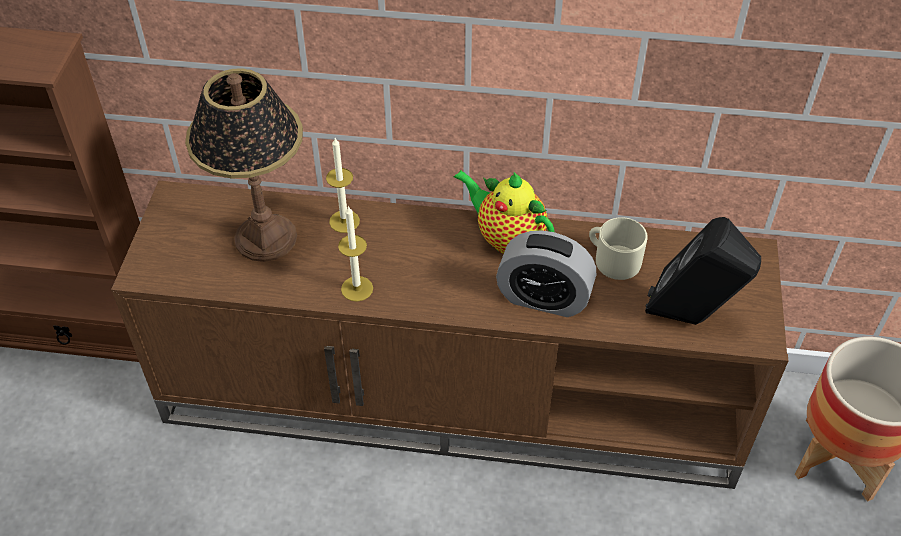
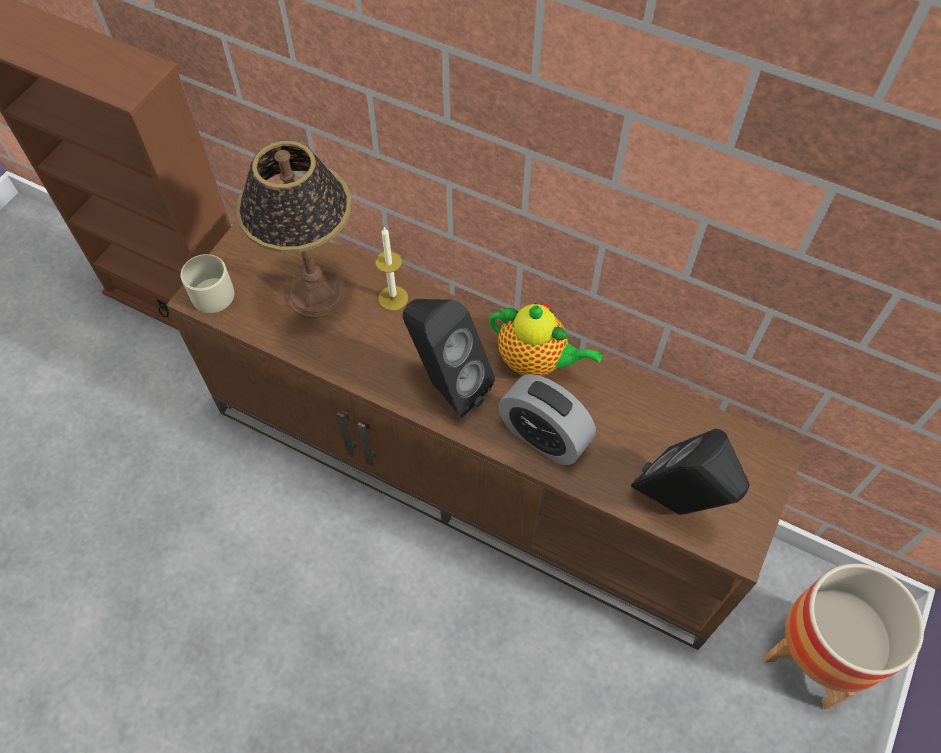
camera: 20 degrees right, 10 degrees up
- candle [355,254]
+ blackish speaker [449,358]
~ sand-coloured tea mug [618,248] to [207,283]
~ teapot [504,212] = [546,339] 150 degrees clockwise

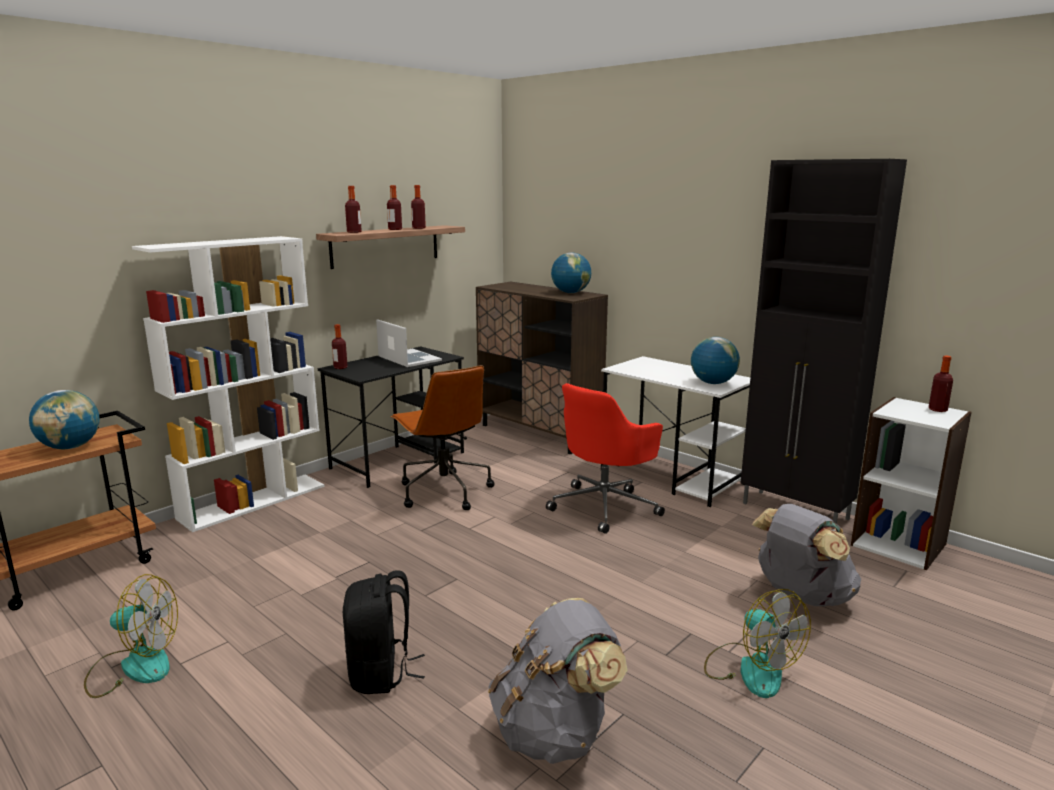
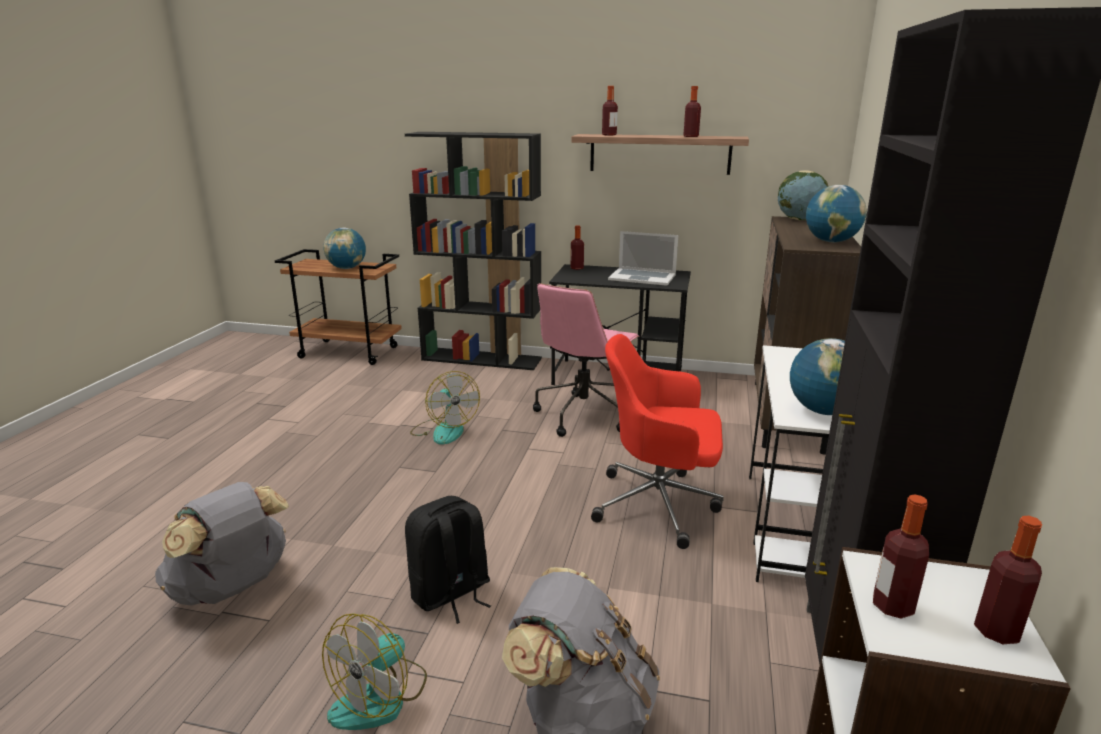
camera: 60 degrees right, 5 degrees up
+ world globe [803,195]
~ cooling fan [131,636] to [445,408]
~ blackish rucksack [384,632] to [448,560]
~ bottle [394,207] to [901,556]
~ whitish bookshelf [228,384] to blackish bookshelf [473,251]
~ brown computer chair [442,437] to pink computer chair [586,360]
~ laptop [409,343] = [643,258] 90 degrees clockwise

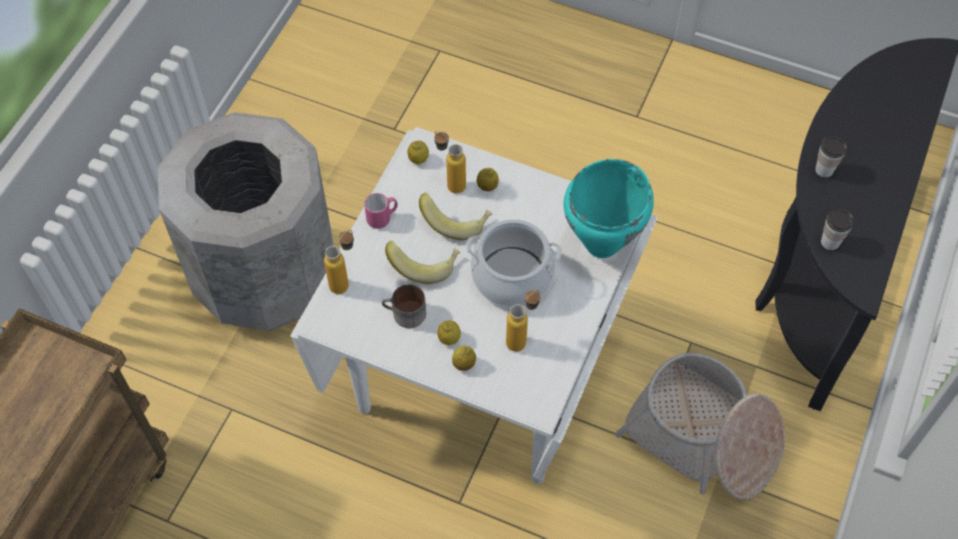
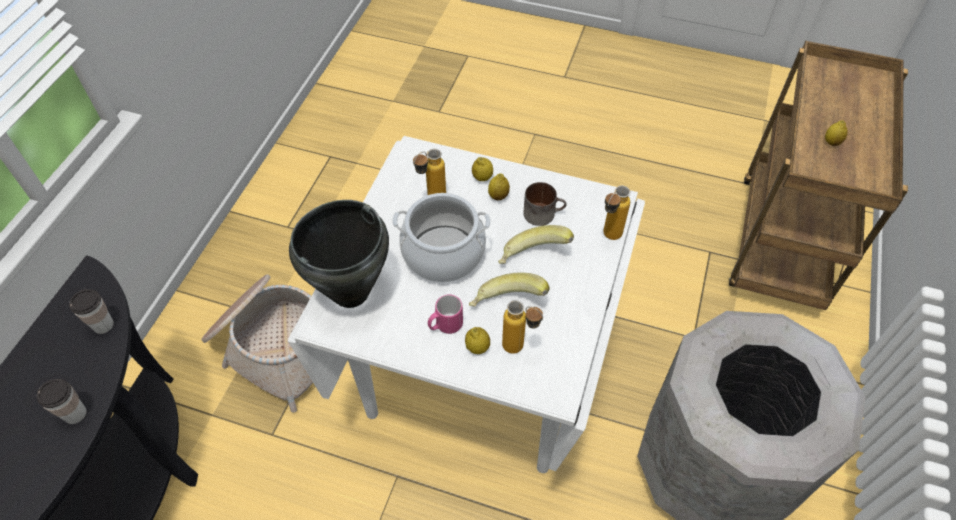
camera: 175 degrees right, 5 degrees down
~ pink tea mug [381,211] to [445,314]
~ citrus fruit [418,152] to [836,133]
~ turquoise stockpot [609,208] to blackish stockpot [339,254]

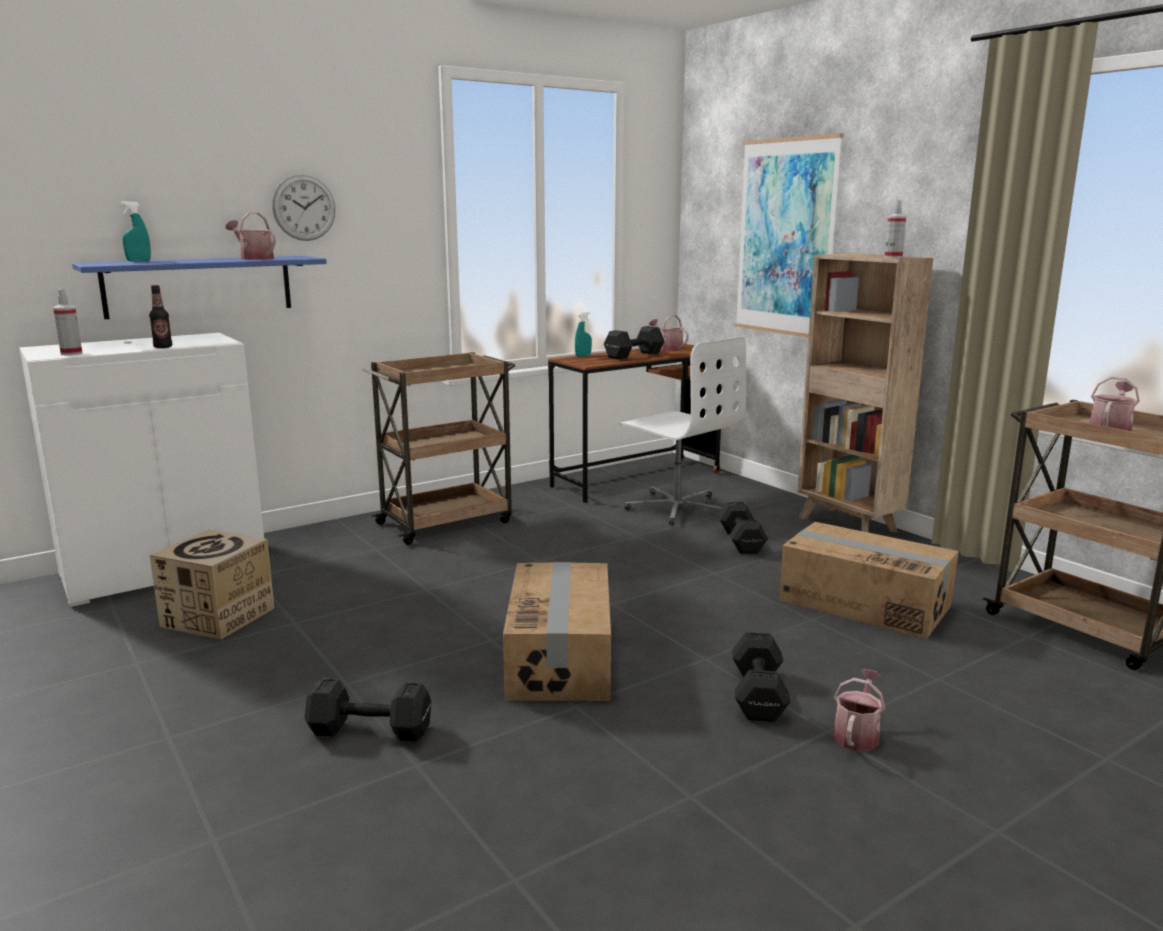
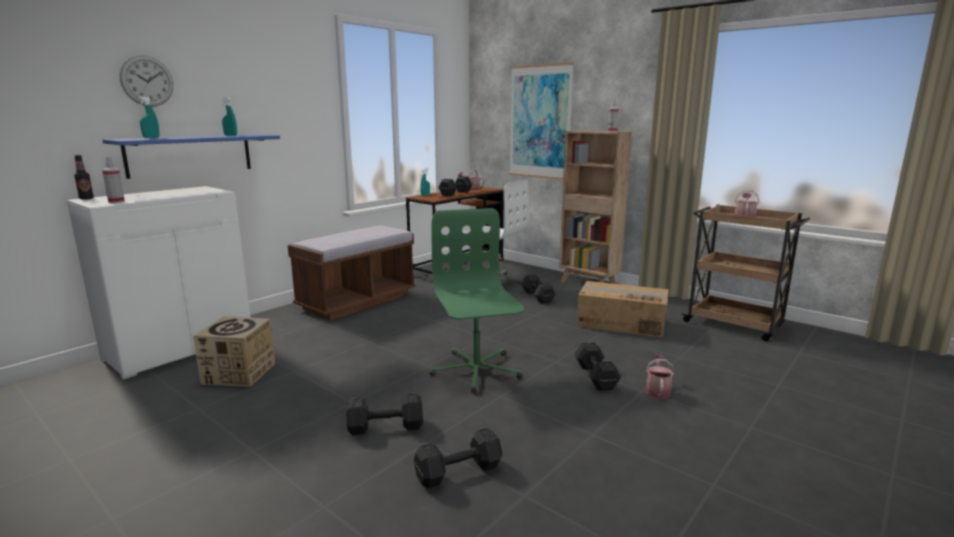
camera: 15 degrees left, 0 degrees up
+ blackish free weight [458,458]
~ bottle [160,316] to [84,177]
~ wall clock [304,208] to [146,81]
~ watering pot [251,236] to turquoise spray bottle [229,117]
~ brown trolley [439,448] to brown bench [352,273]
~ carton [557,631] to green computer chair [476,300]

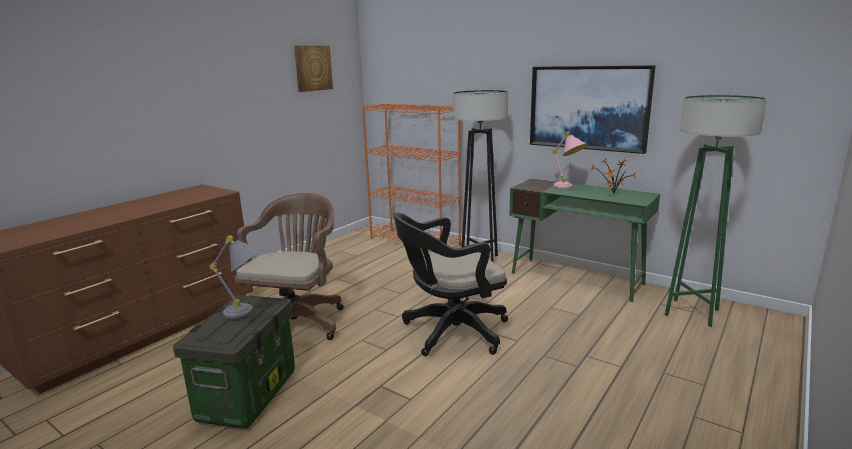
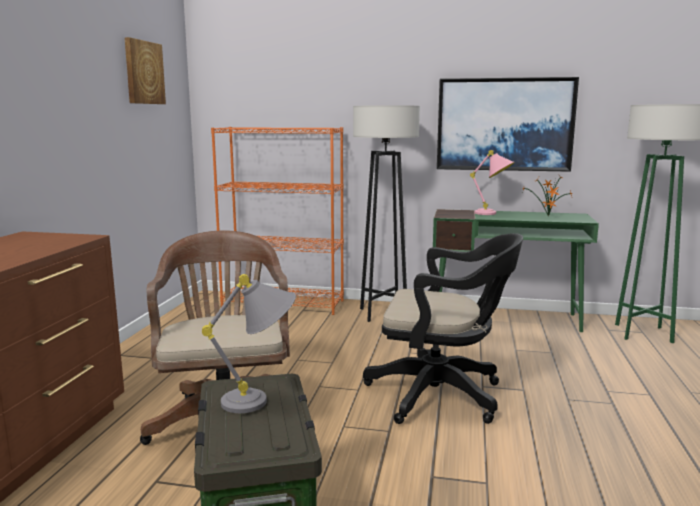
camera: 25 degrees left, 5 degrees down
~ blackish computer chair [450,284] = [443,328] 120 degrees counterclockwise

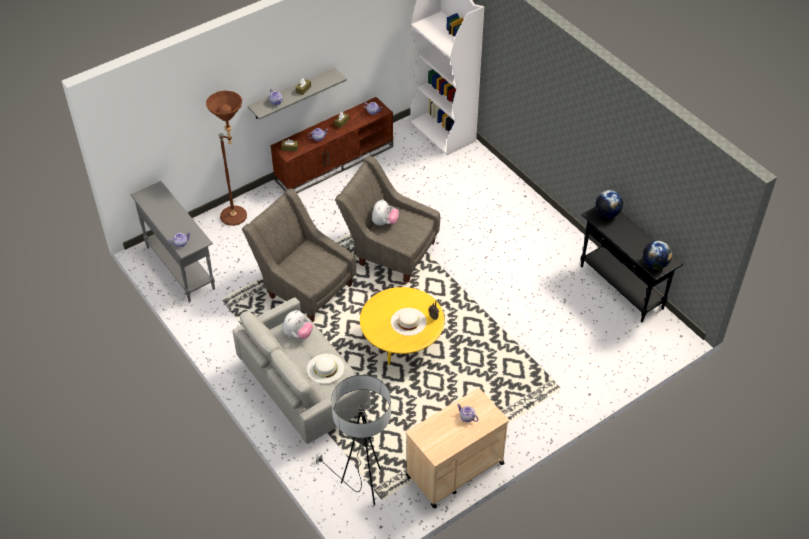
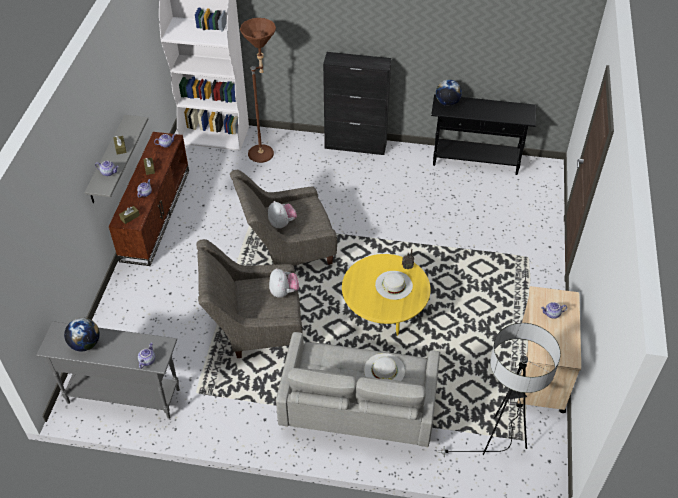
camera: 45 degrees left, 0 degrees up
+ blackish cabinet [357,103]
~ brown standing lamp [226,158] to [258,90]
~ cuddly toy [297,324] to [284,283]
~ world globe [657,255] to [82,334]

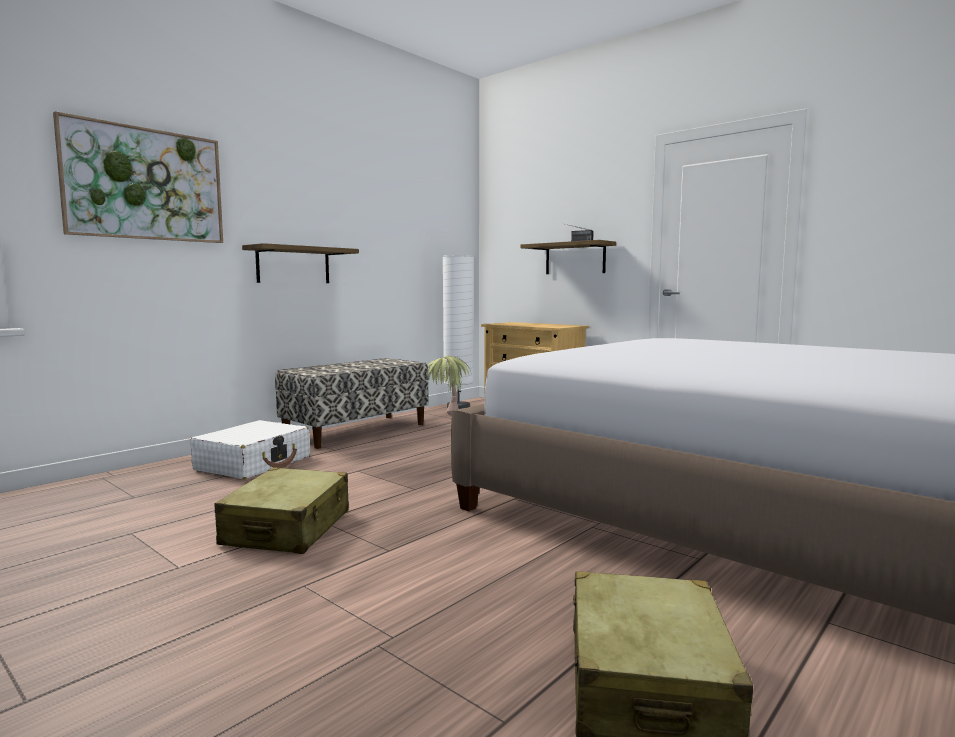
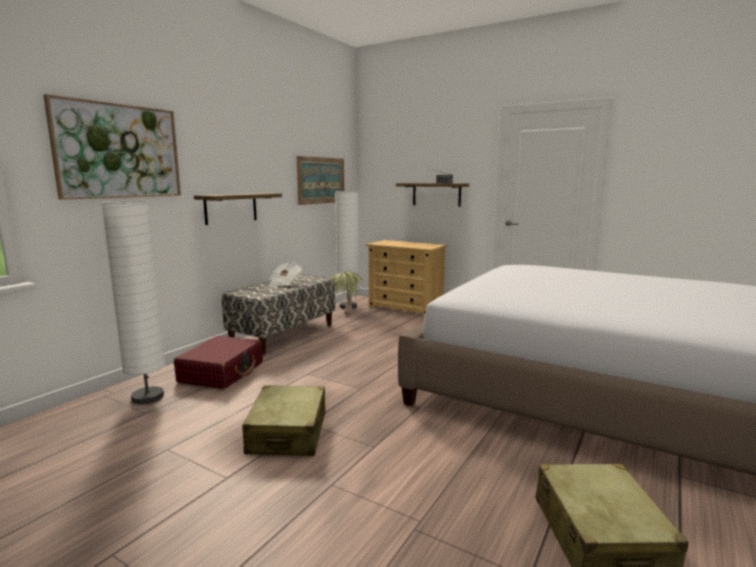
camera: 10 degrees left, 5 degrees up
+ whitish standing lamp [133,302]
+ printed paper [285,274]
+ picture [320,180]
~ whitish piece of luggage [250,449] to red piece of luggage [218,362]

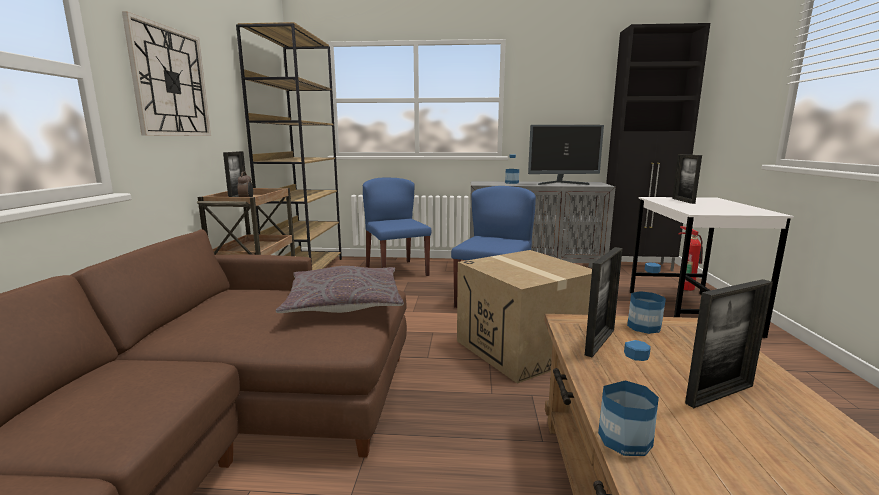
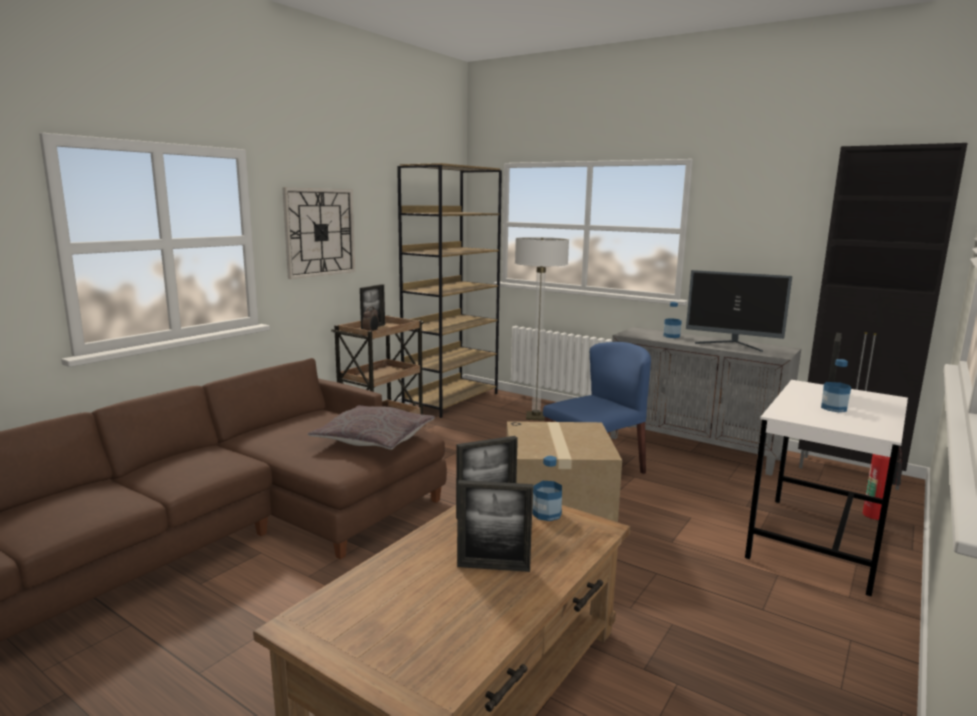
camera: 30 degrees right, 0 degrees up
~ bottle [628,398] to [836,385]
~ bluish plain chair [397,227] to standing lamp [542,329]

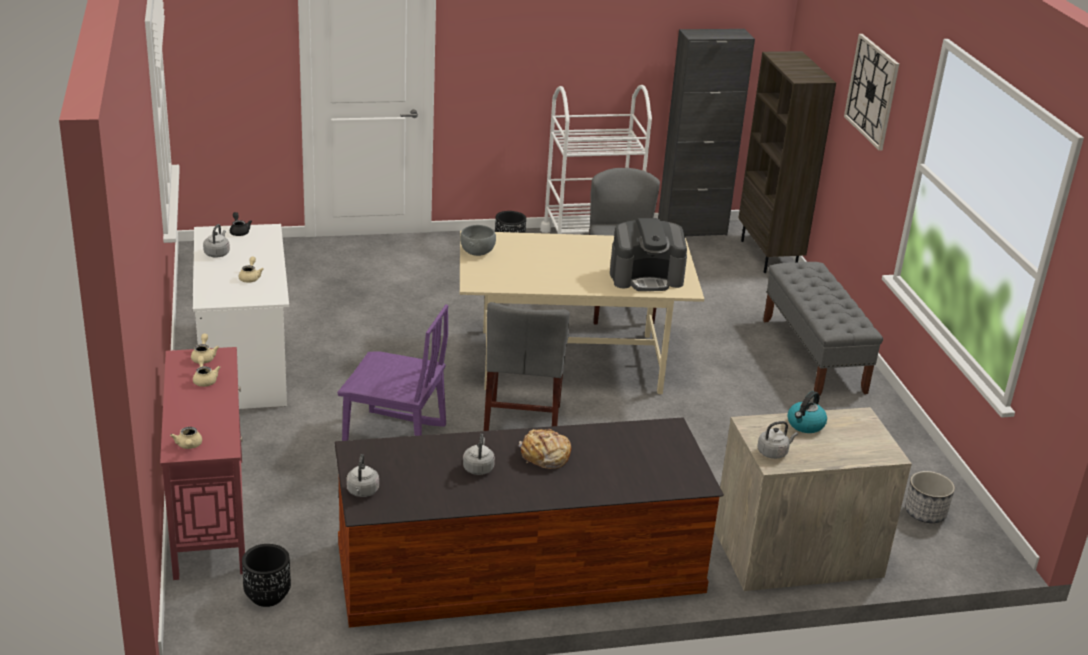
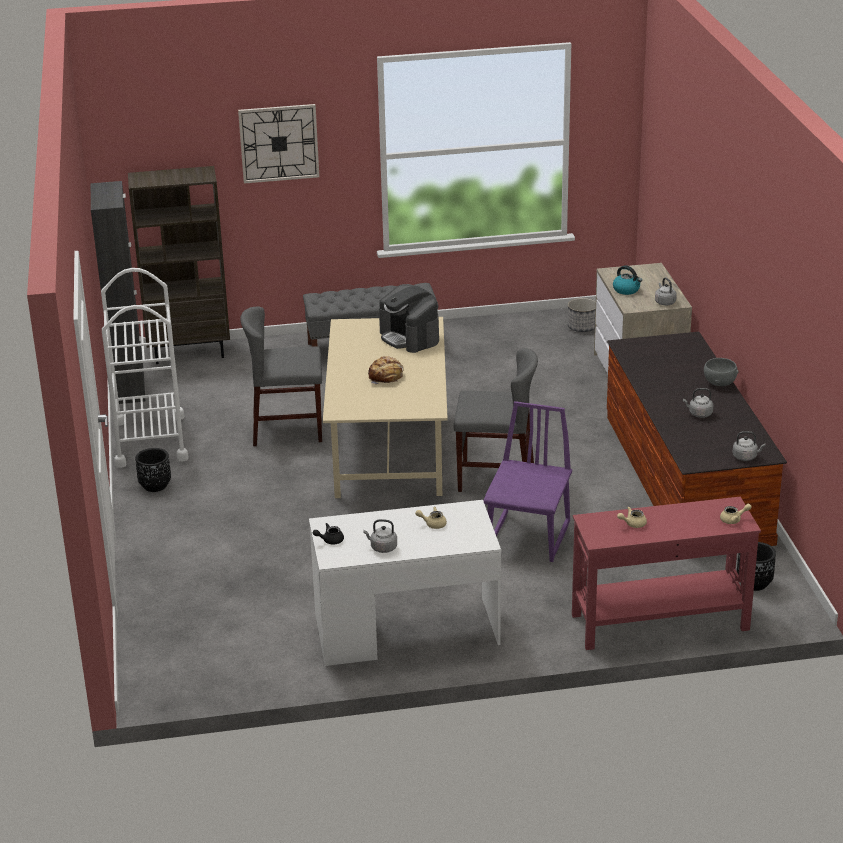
camera: 85 degrees left, 0 degrees up
- sand-coloured teapot [205,348]
~ grey serving bowl [478,240] to [721,372]
~ bakery bread [544,449] to [386,370]
~ coffee maker [648,254] = [409,319] 150 degrees clockwise

